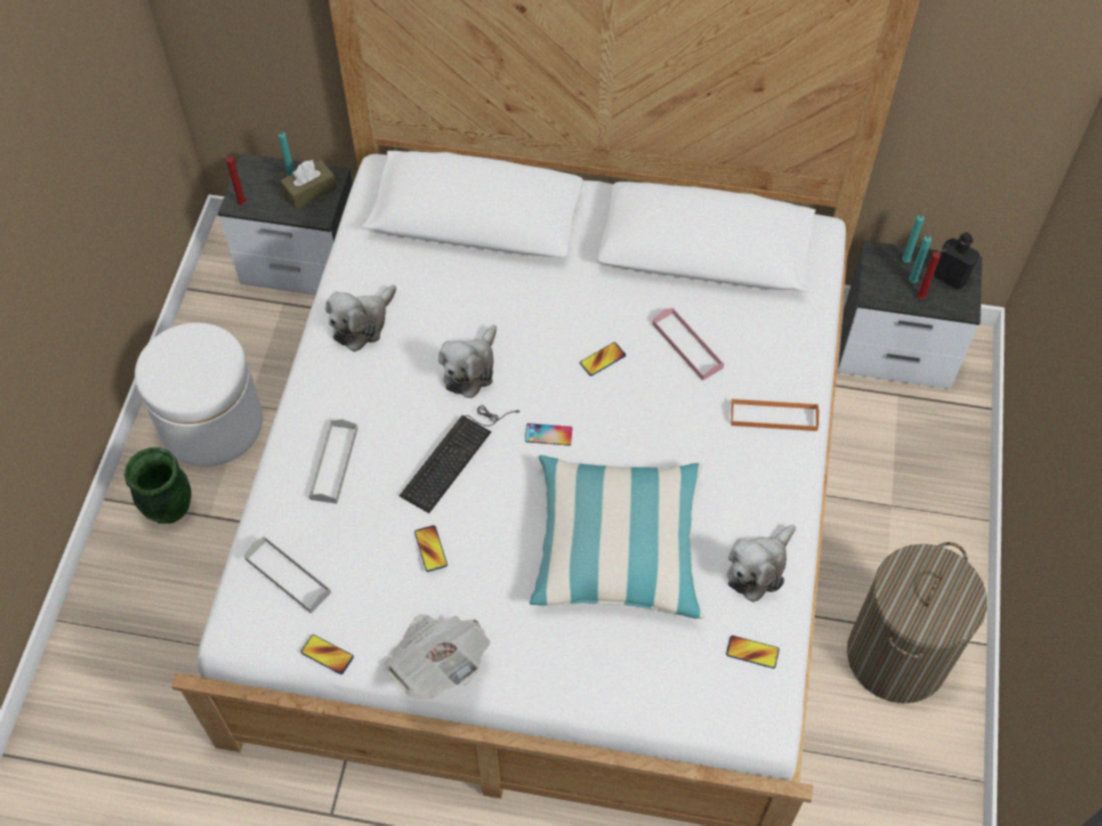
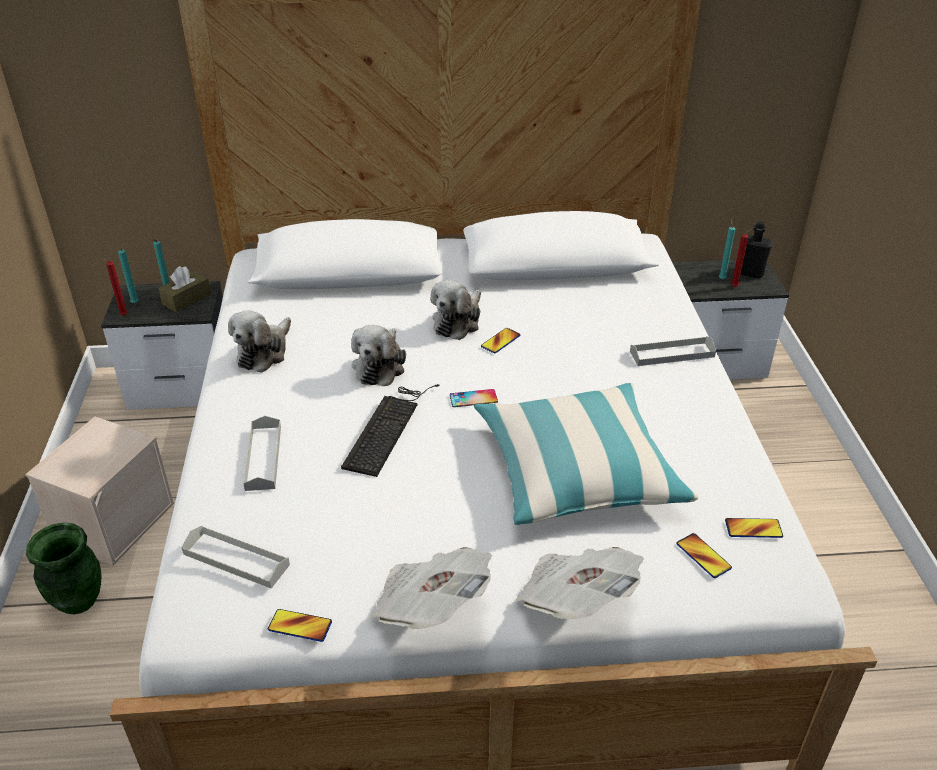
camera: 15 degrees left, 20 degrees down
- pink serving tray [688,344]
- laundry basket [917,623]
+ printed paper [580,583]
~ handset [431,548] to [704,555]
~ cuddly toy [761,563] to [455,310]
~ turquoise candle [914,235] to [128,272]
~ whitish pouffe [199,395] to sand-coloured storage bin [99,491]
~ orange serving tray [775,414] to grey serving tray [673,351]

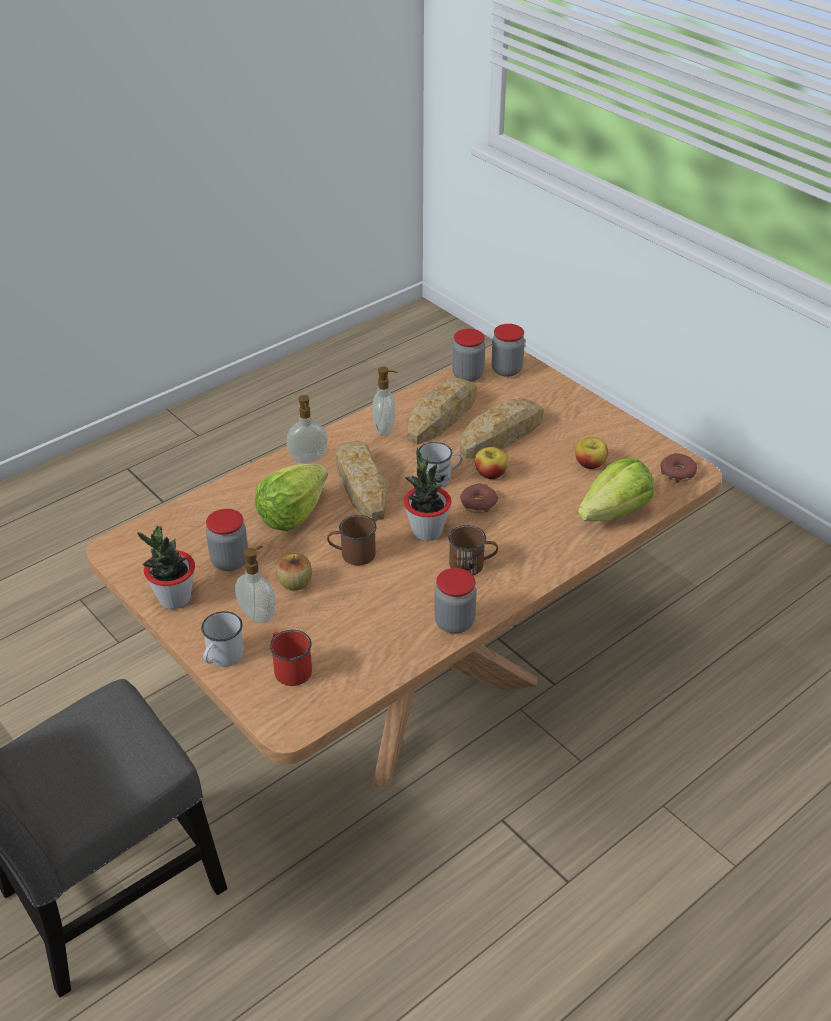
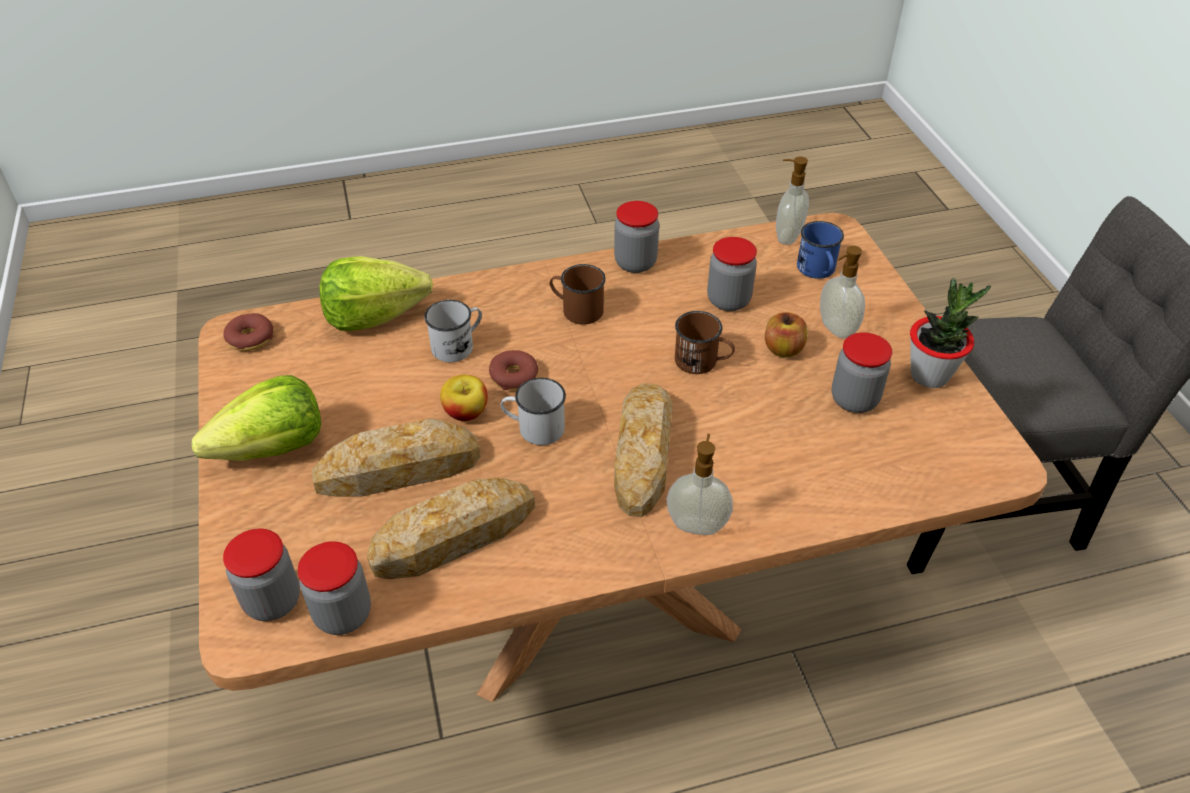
camera: 155 degrees left, 5 degrees up
- potted plant [427,494]
- whole apple [591,453]
+ preserve jar [732,274]
~ whitish tea mug [222,639] to [453,331]
~ lettuce head [291,497] to [256,418]
~ liquid soap bottle [385,401] to [792,200]
~ red tea mug [291,658] to bluish tea mug [820,250]

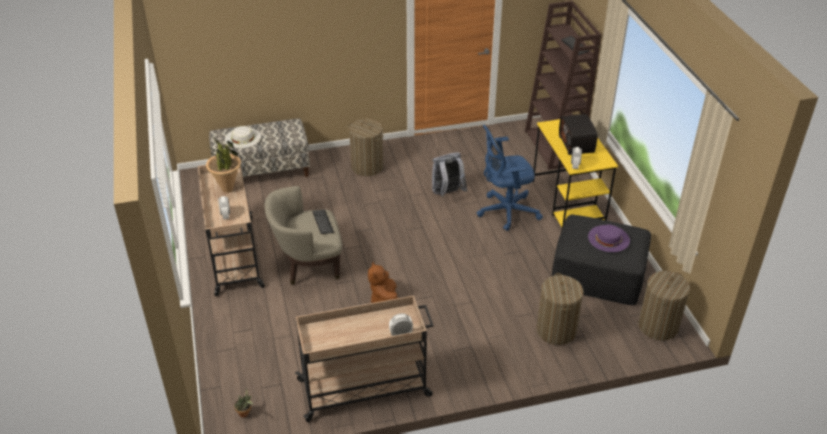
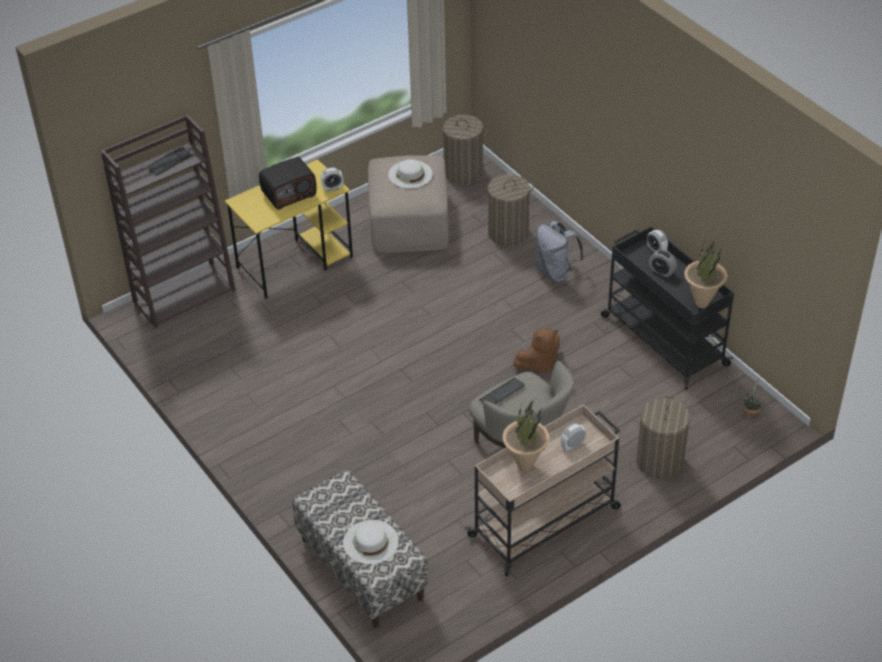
camera: 110 degrees left, 5 degrees up
- bluish computer chair [510,178]
+ alarm clock [663,263]
+ potted plant [705,273]
~ laundry basket [366,147] to [663,437]
~ grey rucksack [449,175] to [560,251]
~ sand-coloured trolley [364,359] to blackish trolley [667,308]
~ blackish pouffe [601,259] to sand-coloured pouffe [408,203]
~ purplish hat [609,238] to whitish hat [410,173]

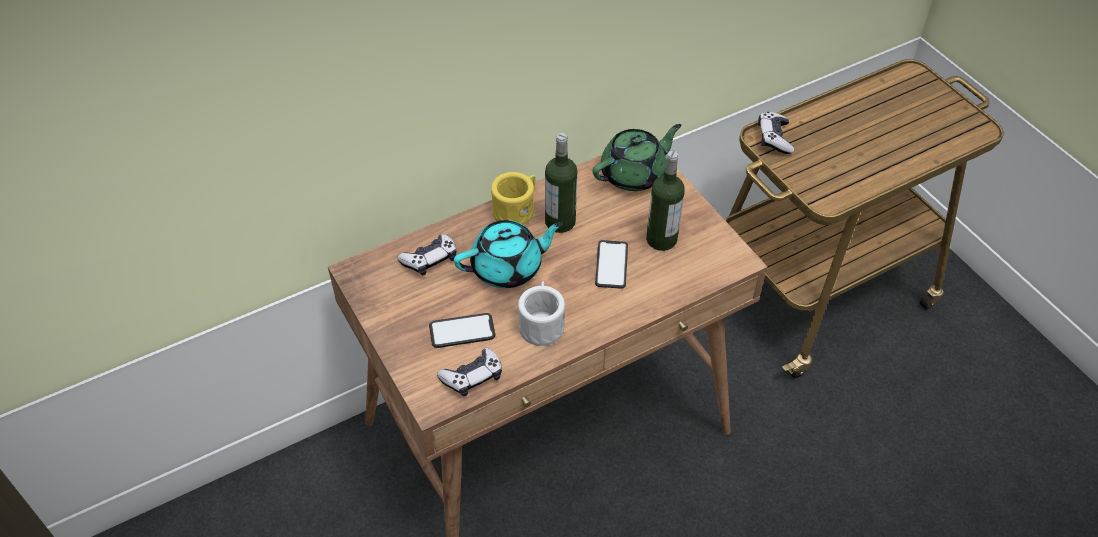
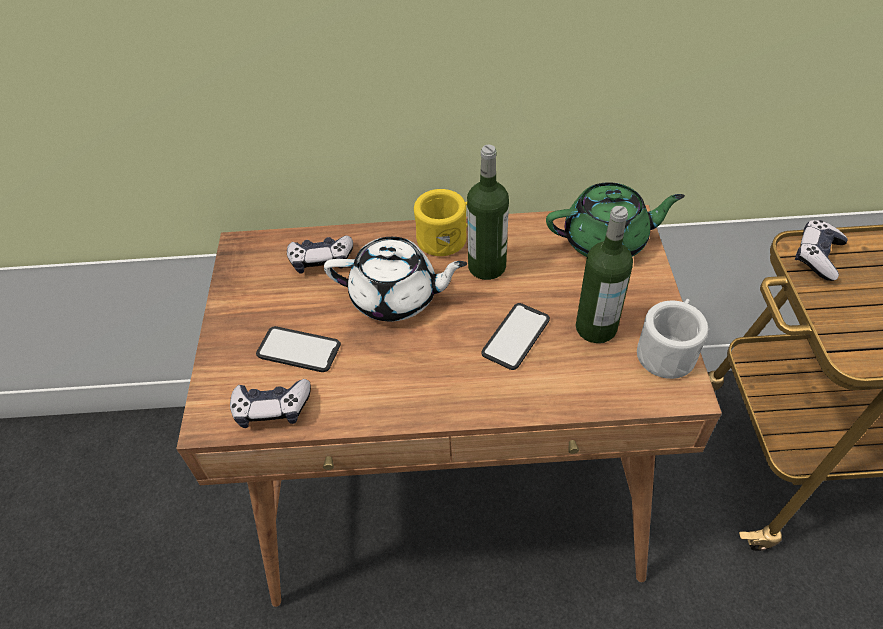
camera: 30 degrees right, 0 degrees up
~ whitish tea mug [541,313] to [672,339]
~ turquoise teapot [508,254] to whitish teapot [395,279]

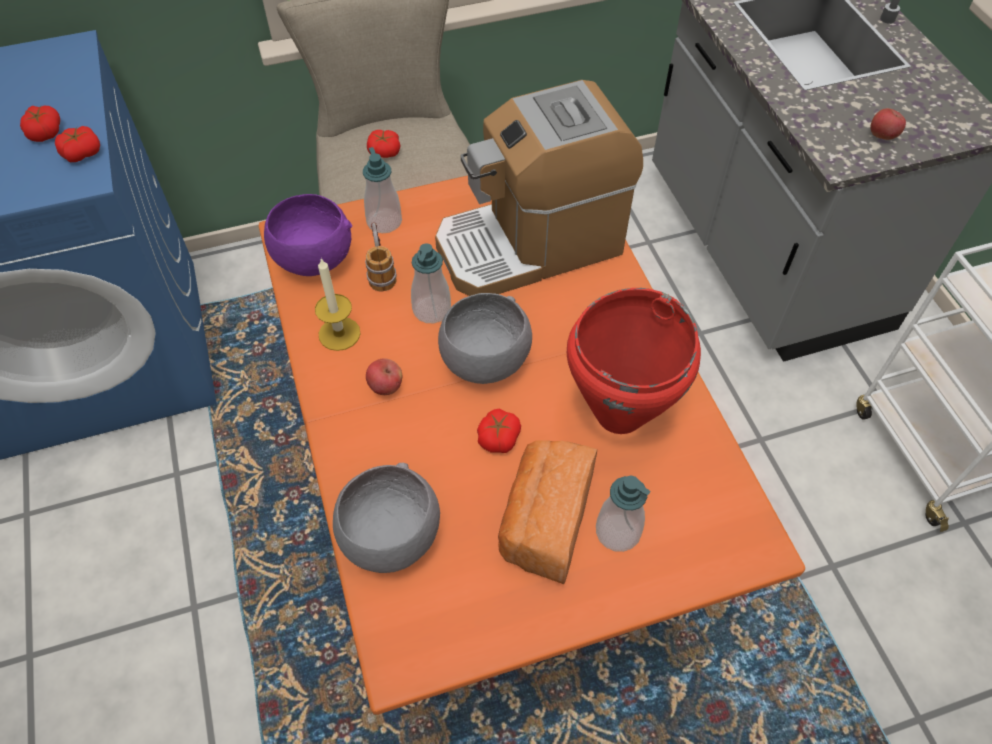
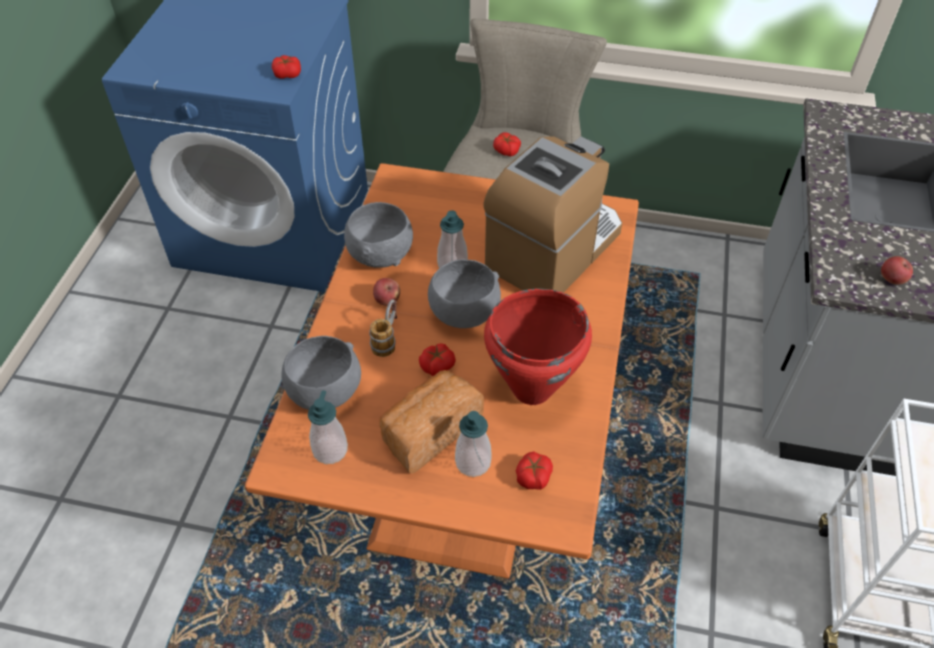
camera: 30 degrees right, 5 degrees down
- purplish serving bowl [308,235]
~ fresh tomato [40,123] to [534,470]
~ liquid soap bottle [382,190] to [328,427]
~ tea mug [381,256] to [383,328]
~ candle [337,305] to grey serving bowl [378,235]
~ coffee maker [539,188] = [552,214] 120 degrees clockwise

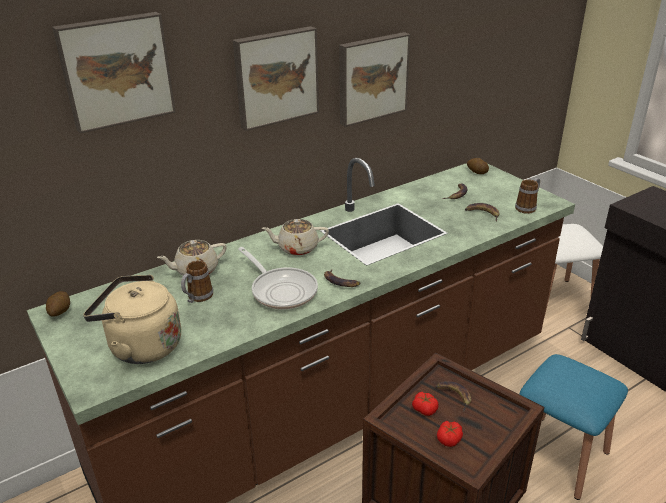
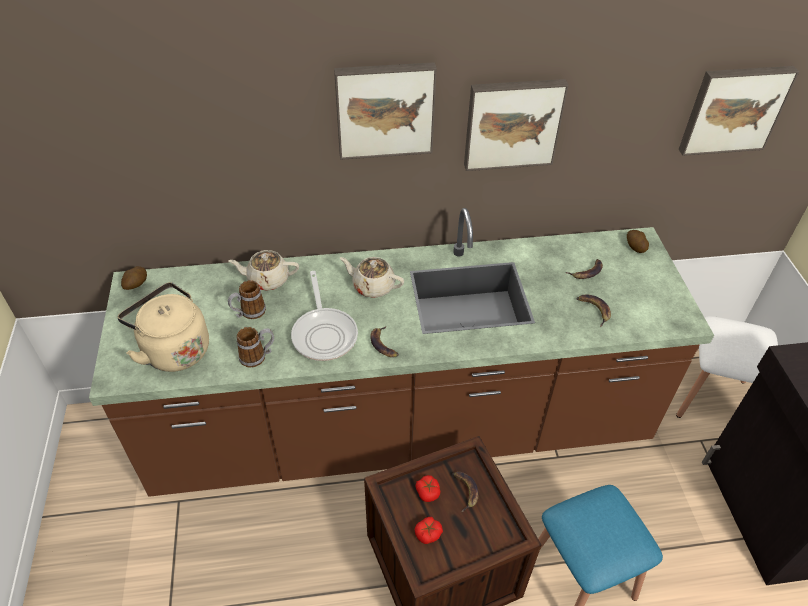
camera: 25 degrees right, 15 degrees up
~ picture [114,72] to [738,111]
~ tea mug [527,196] to [255,347]

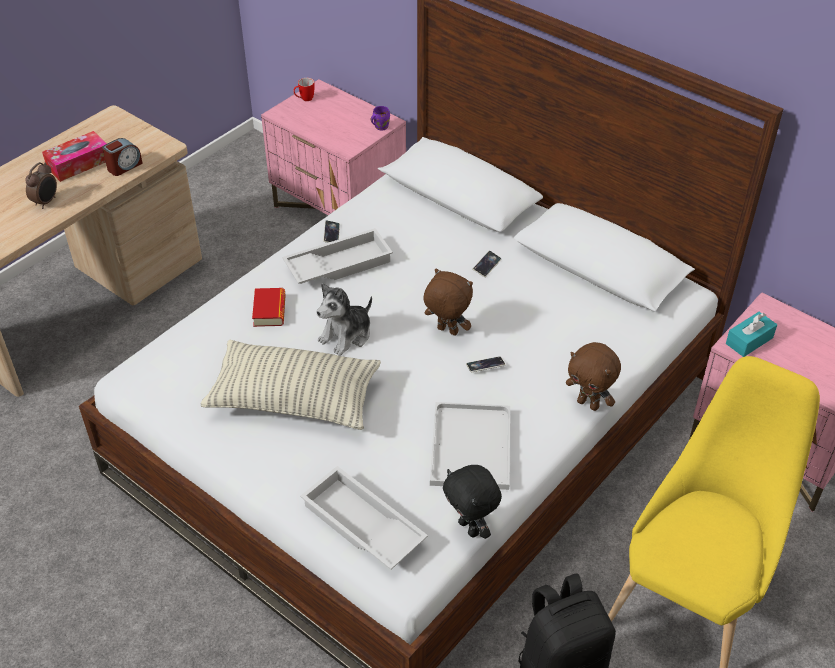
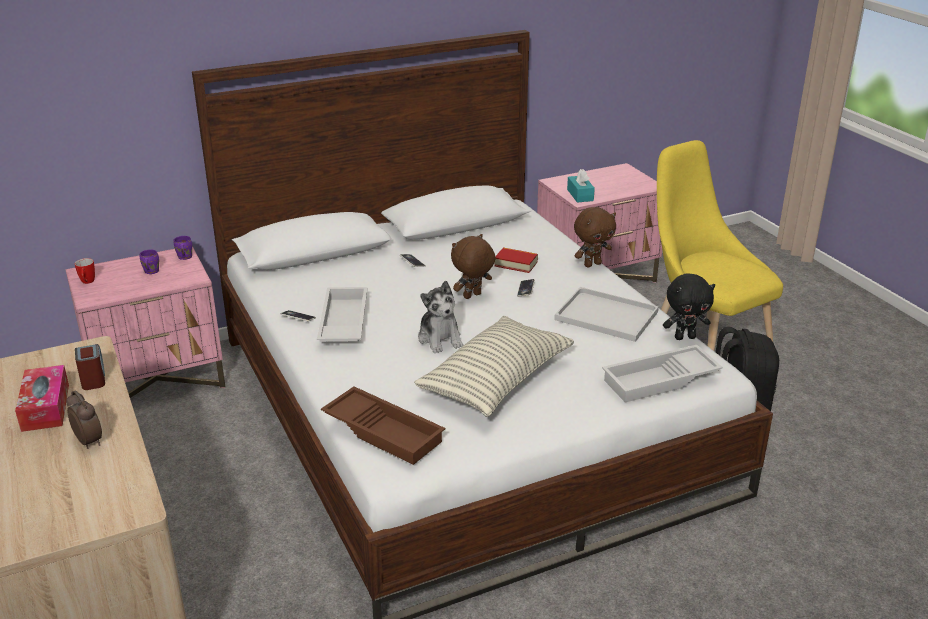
camera: 65 degrees left, 15 degrees down
+ purplish tea mug [149,261]
+ brown serving tray [383,425]
~ bound book [269,307] to [516,260]

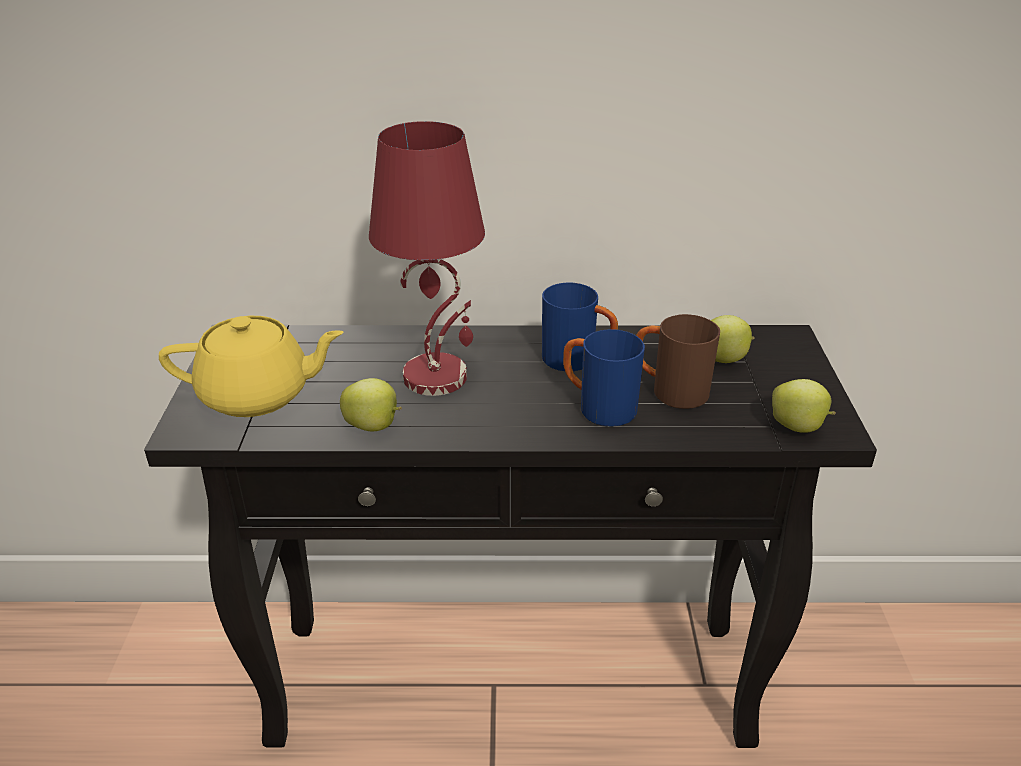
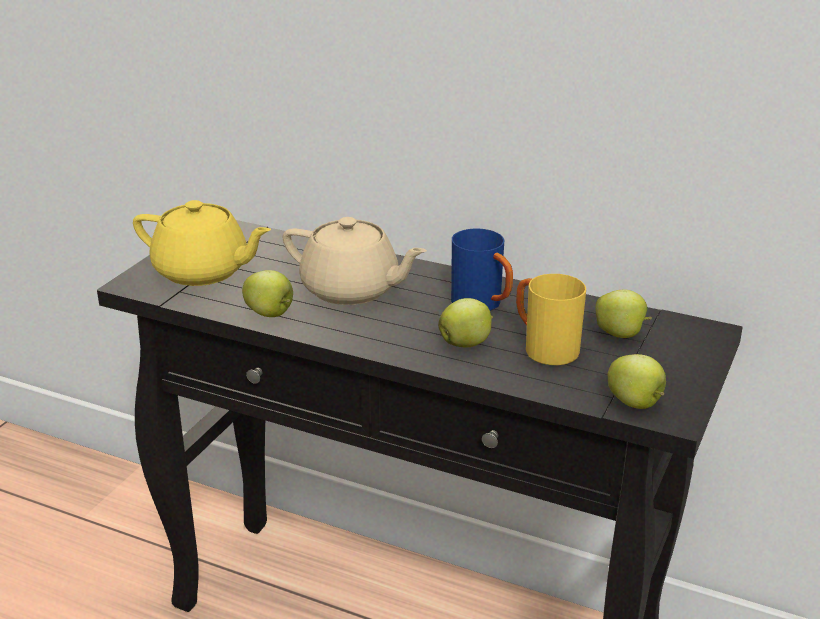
camera: 25 degrees right, 5 degrees down
~ red lamp for a table [427,258] to sand-coloured teapot [354,261]
~ bluish tea mug [604,377] to whole apple [465,322]
~ brown tea mug [678,361] to yellow-coloured tea mug [551,319]

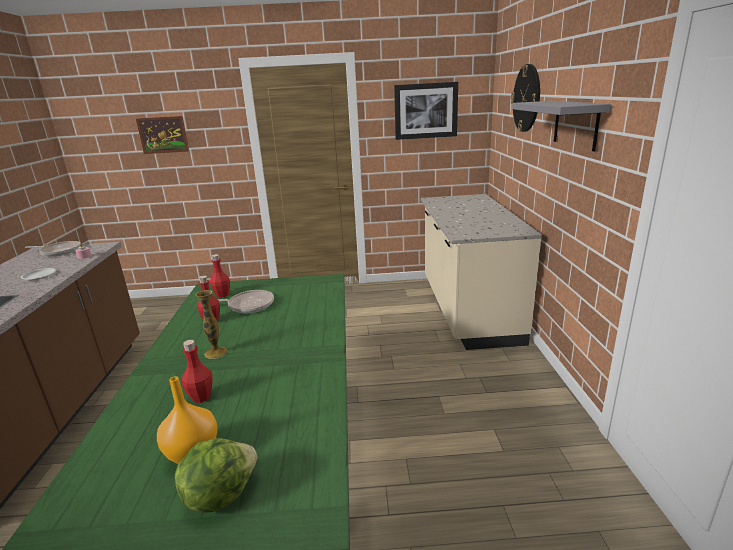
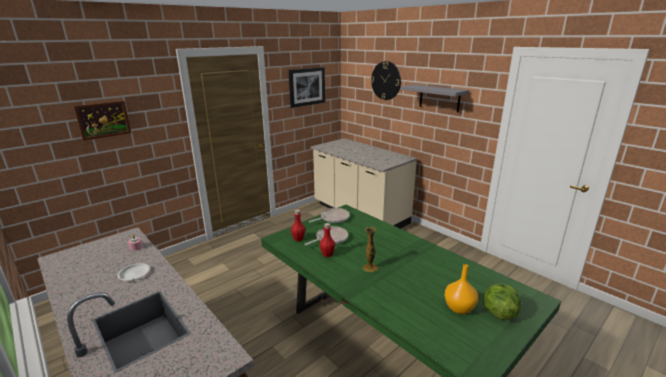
camera: 40 degrees left, 0 degrees up
- red bottle [197,371]
~ frying pan [53,248] to [329,215]

